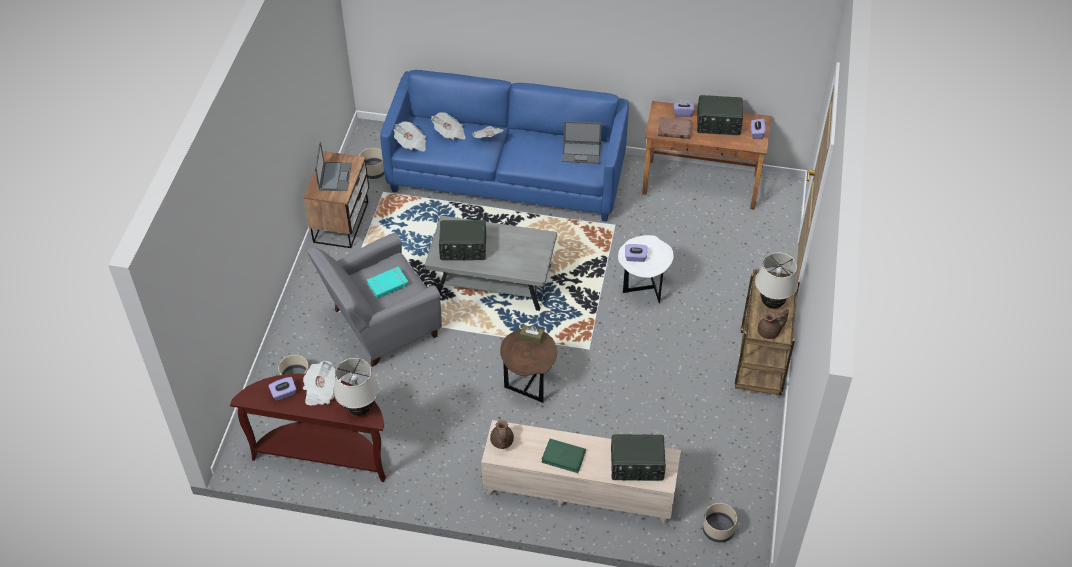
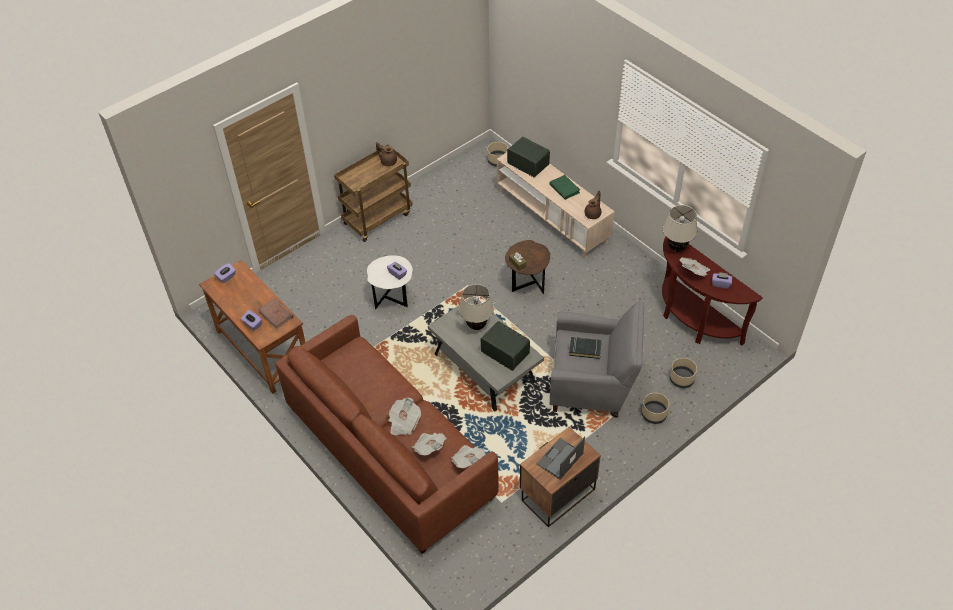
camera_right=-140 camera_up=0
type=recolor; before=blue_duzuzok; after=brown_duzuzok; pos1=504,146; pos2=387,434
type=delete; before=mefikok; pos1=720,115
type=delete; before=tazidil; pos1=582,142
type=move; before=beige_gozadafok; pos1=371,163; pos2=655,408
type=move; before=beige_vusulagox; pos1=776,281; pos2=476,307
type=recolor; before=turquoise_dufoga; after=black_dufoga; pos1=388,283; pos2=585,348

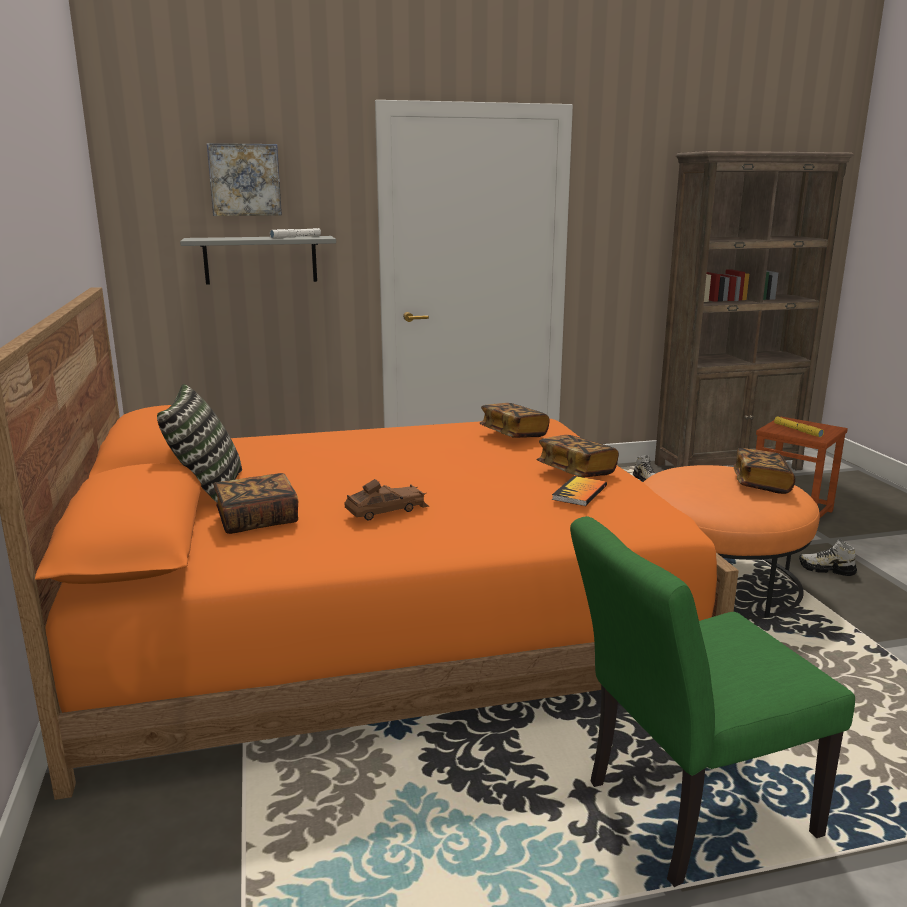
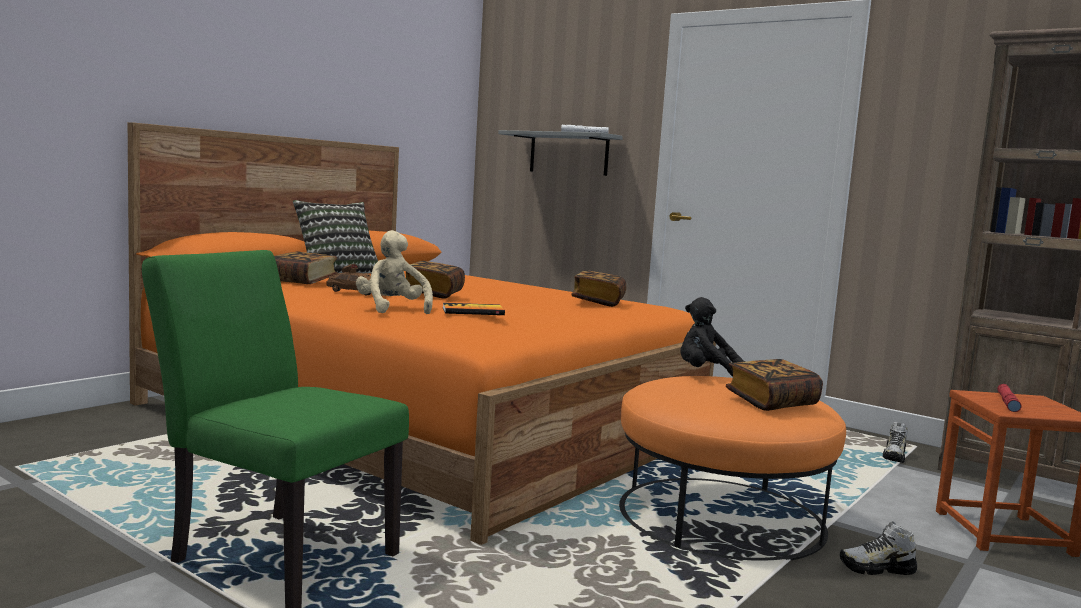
camera_right=50 camera_up=-10
type=delete; before=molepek; pos1=244,179
type=recolor; before=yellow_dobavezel; after=red_dobavezel; pos1=799,427; pos2=1009,398
type=move; before=dufoga; pos1=578,456; pos2=435,280
type=rotate; before=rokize; pos1=828,557; pos2=878,548; turn=-75
type=insert; after=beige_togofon; pos2=394,272
type=insert; after=black_togofon; pos2=713,337

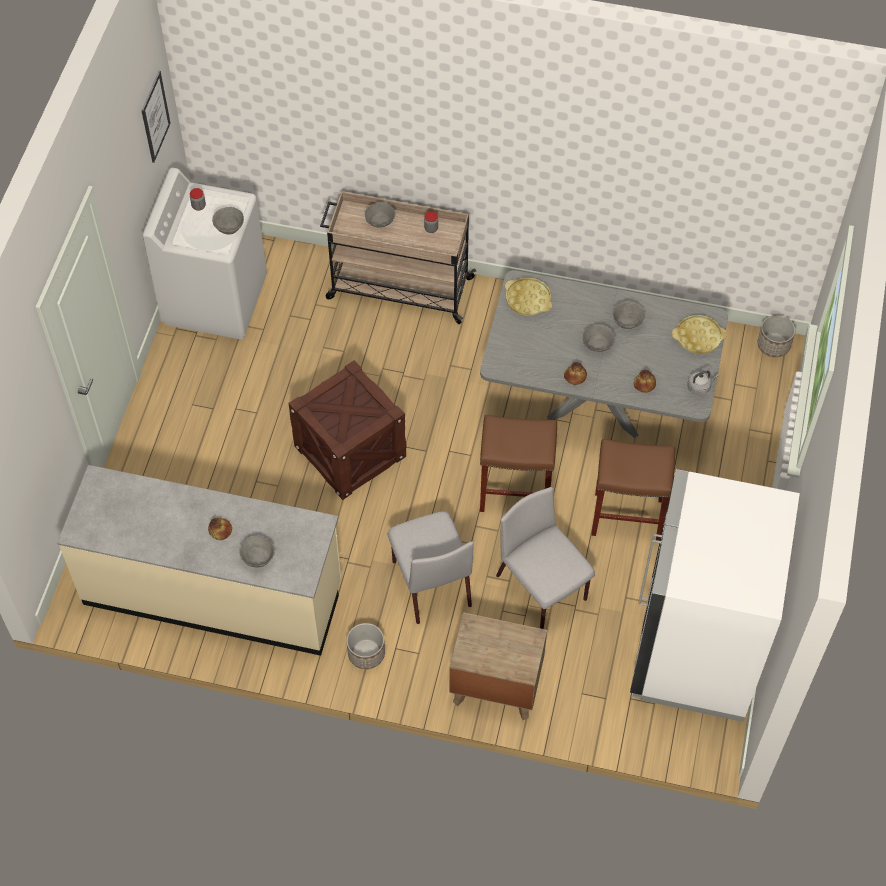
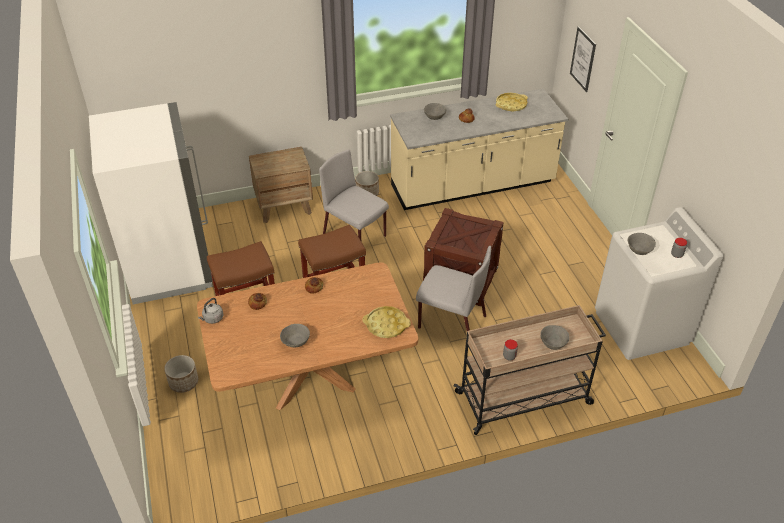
camera_right=150 camera_up=-15
type=move; before=molepek; pos1=156,117; pos2=583,59
type=recolor; before=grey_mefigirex; after=brown_mefigirex; pos1=604,354; pos2=307,336
type=move; before=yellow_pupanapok; pos1=699,334; pos2=512,102
type=move; before=gozadafok; pos1=776,336; pos2=181,374
type=delete; before=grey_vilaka; pos1=598,338
type=move; before=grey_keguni; pos1=545,558; pos2=453,288

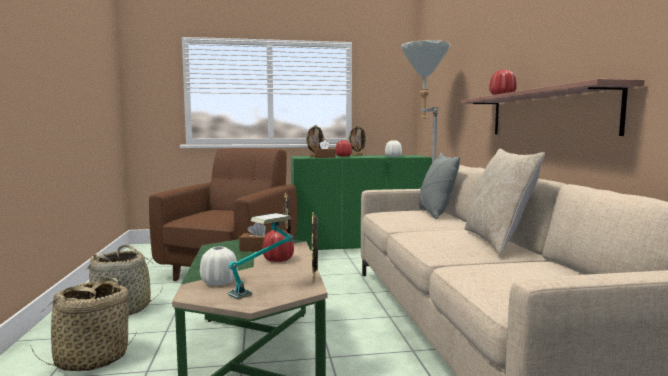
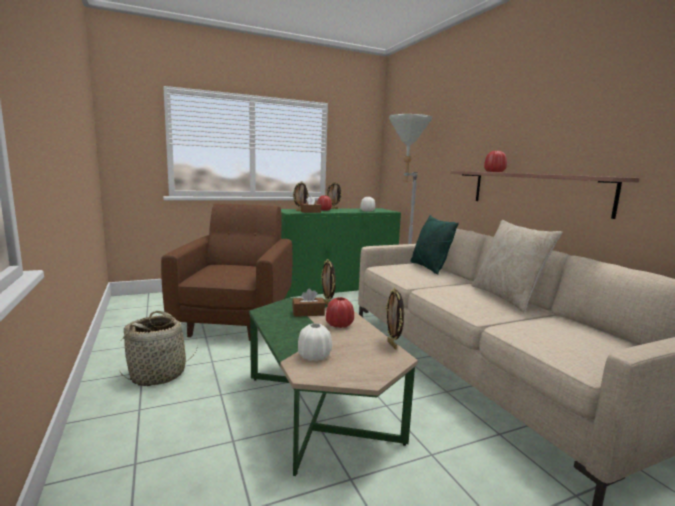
camera_right=-15 camera_up=5
type=recolor; before=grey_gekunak; after=green_gekunak; pos1=439,186; pos2=434,244
type=delete; before=vusulagox; pos1=261,256
type=delete; before=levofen; pos1=83,324

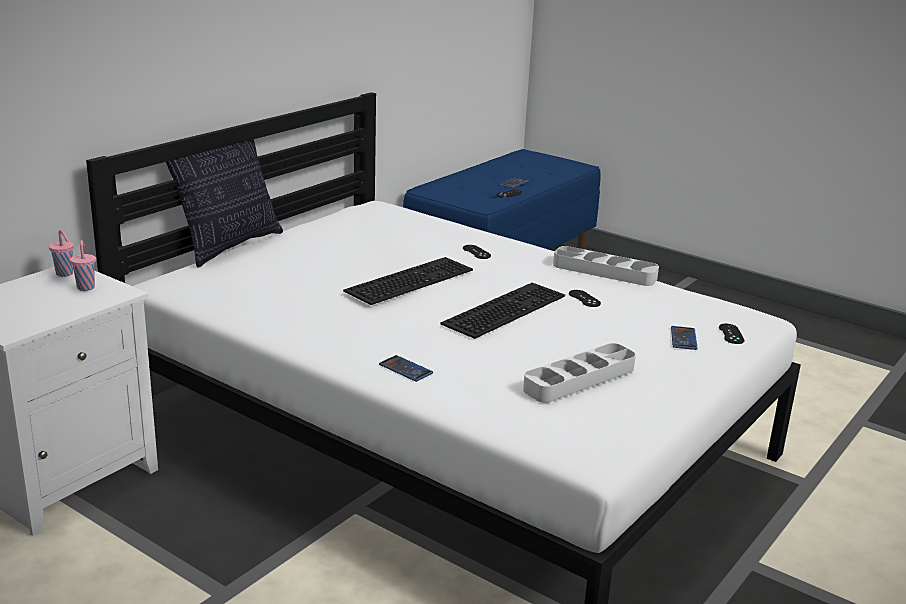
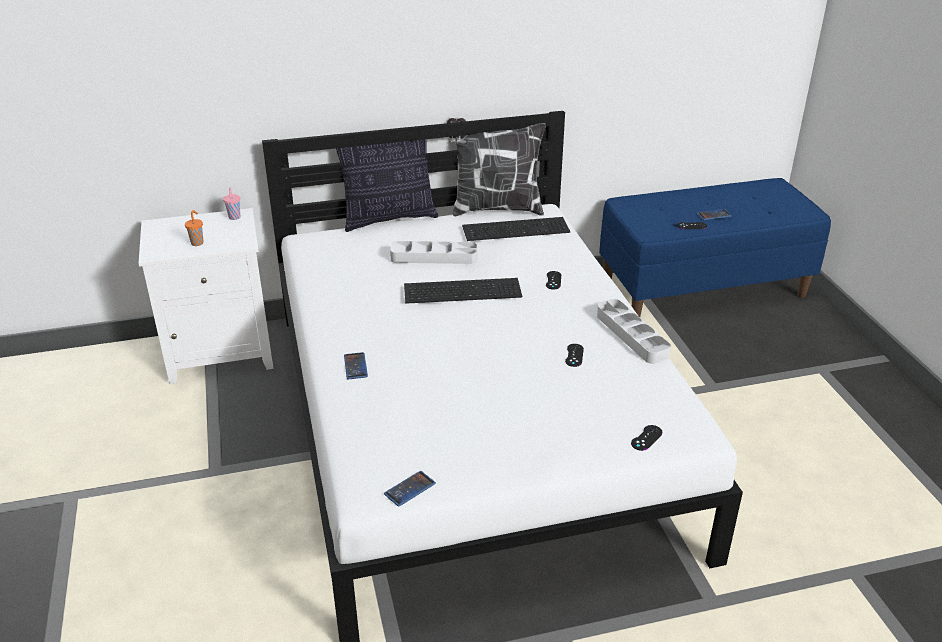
camera_right=40 camera_up=10
type=delete; before=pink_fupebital; pos1=83,265
type=move; before=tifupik; pos1=503,311; pos2=516,229
type=move; before=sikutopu; pos1=684,338; pos2=410,489
type=move; before=grey_pupanapok; pos1=579,373; pos2=433,252
type=insert; after=gekunak; pos2=496,167
type=insert; after=orange_fupebital; pos2=194,228

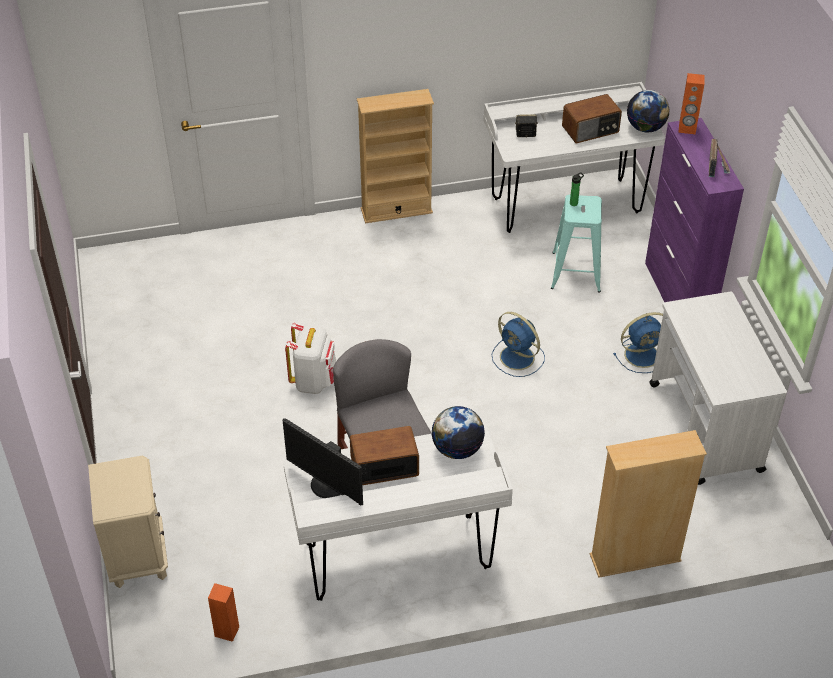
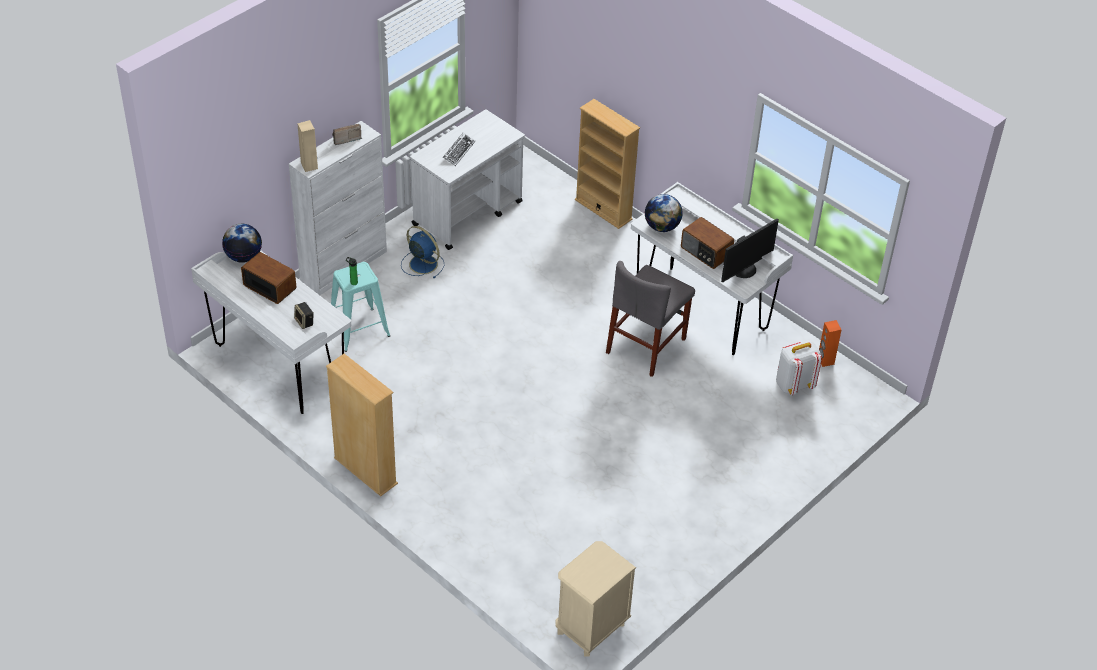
camera_right=-125 camera_up=0
type=recolor; before=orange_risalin; after=beige_risalin; pos1=691,103; pos2=307,146
type=recolor; before=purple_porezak; after=white_porezak; pos1=694,210; pos2=338,208
type=delete; before=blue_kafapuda; pos1=518,344
type=move; before=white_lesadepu; pos1=310,358; pos2=799,368
type=rotate; before=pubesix; pos1=323,462; pos2=750,250; turn=45
type=move; before=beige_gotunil; pos1=128,522; pos2=595,598
type=insert; after=tifupik; pos2=459,149

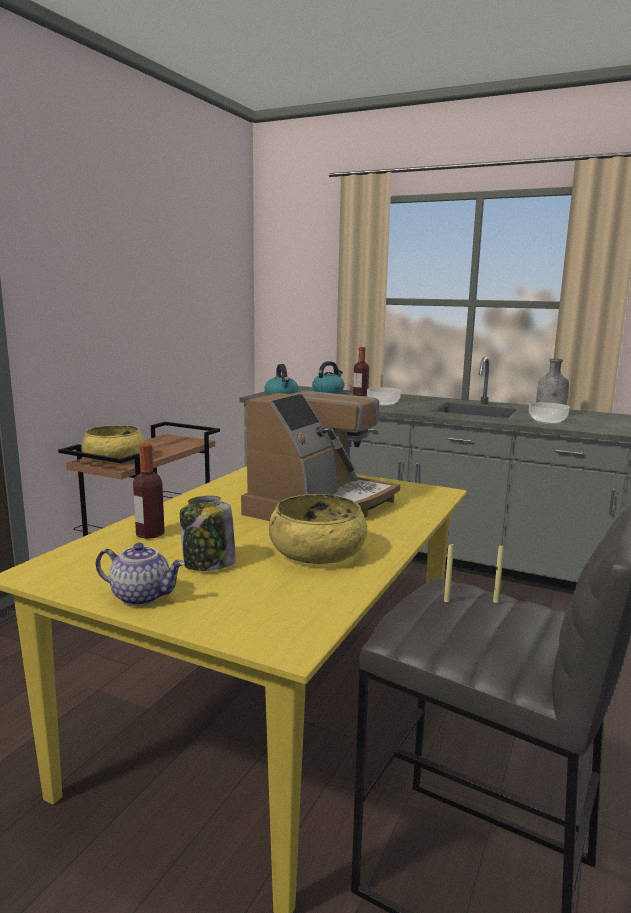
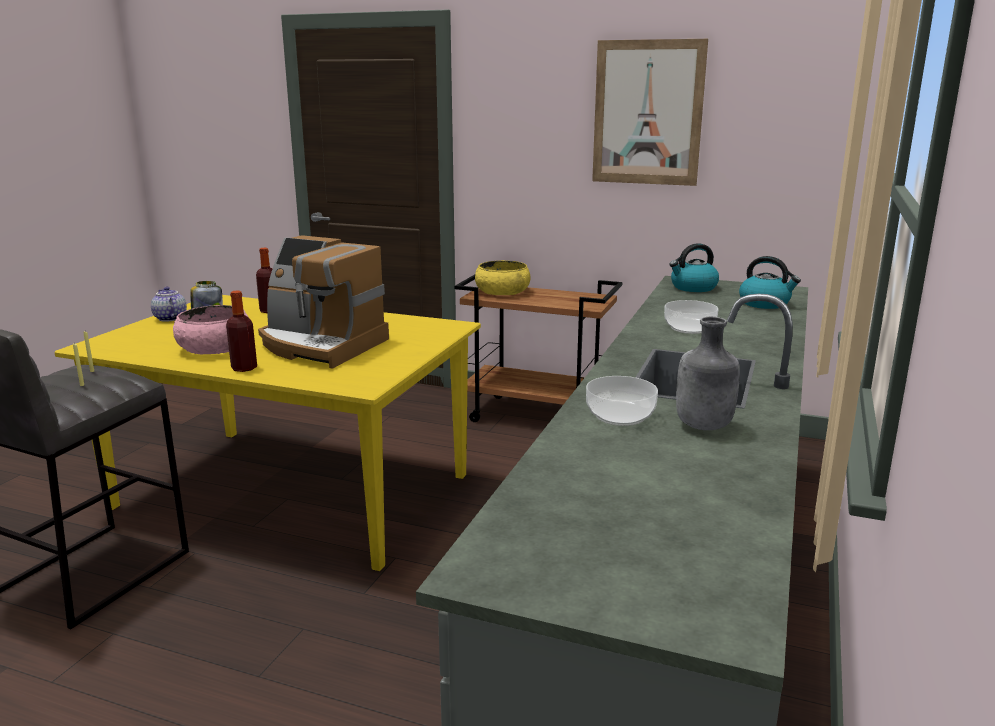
camera_right=85 camera_up=5
type=move; before=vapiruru; pos1=361,371; pos2=241,331
type=recolor; before=yellow_vilaka; after=pink_vilaka; pos1=318,529; pos2=211,329
type=rotate; before=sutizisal; pos1=140,574; pos2=169,304; turn=135
type=insert; after=molepek; pos2=650,112

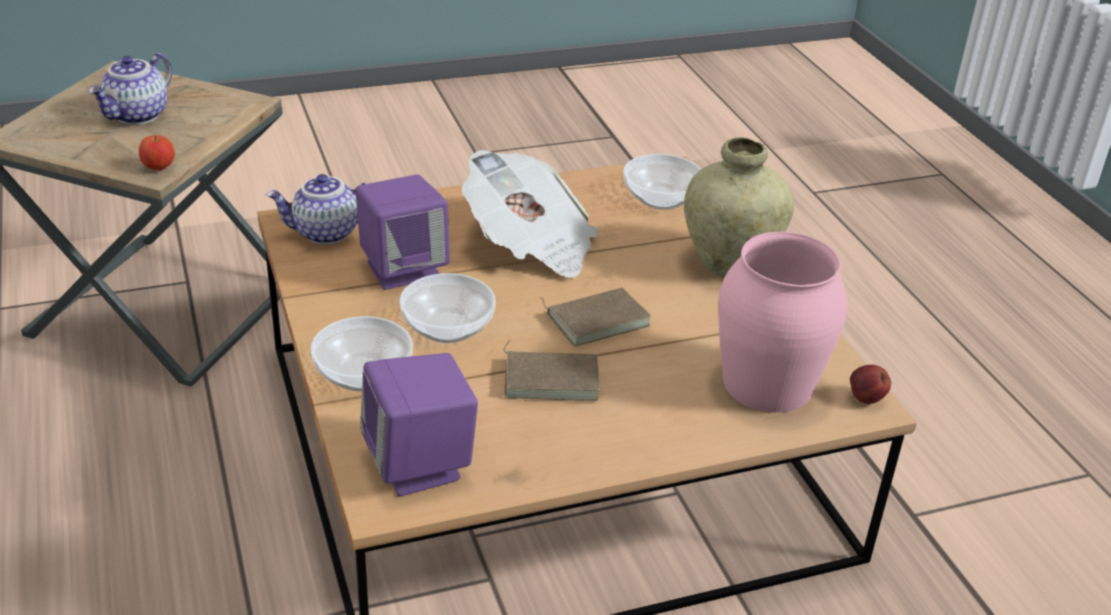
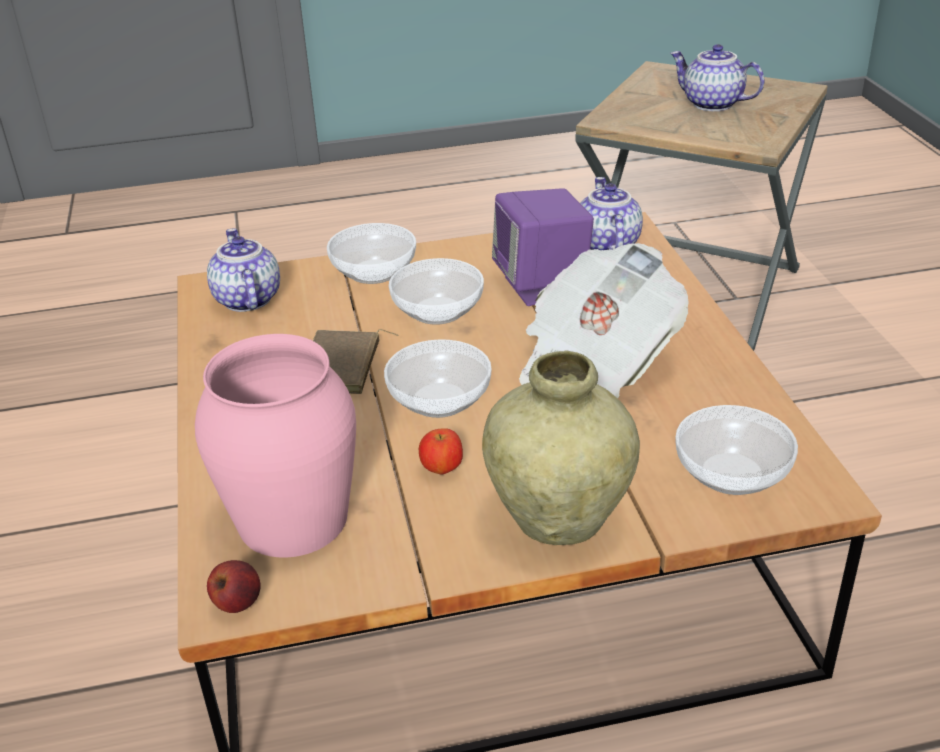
camera_right=100 camera_up=0
type=move; before=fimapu; pos1=157,152; pos2=441,451
type=replace; before=brown_dufoga; after=vilaka; pos1=595,317; pos2=438,378
type=replace; before=purple_risalin; after=sutizisal; pos1=419,425; pos2=243,270

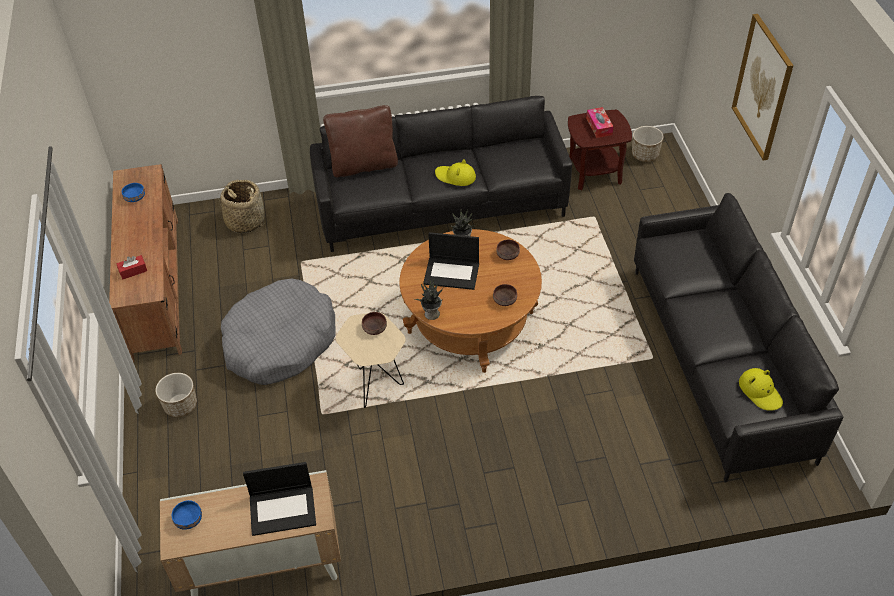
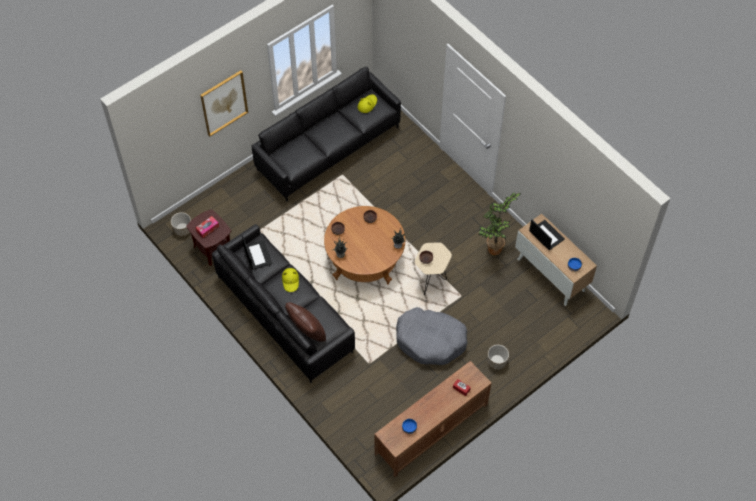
camera_right=-120 camera_up=10
type=delete; before=levofen; pos1=242,206
type=move; before=tazidil; pos1=451,261; pos2=257,252
type=insert; after=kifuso; pos2=500,224

